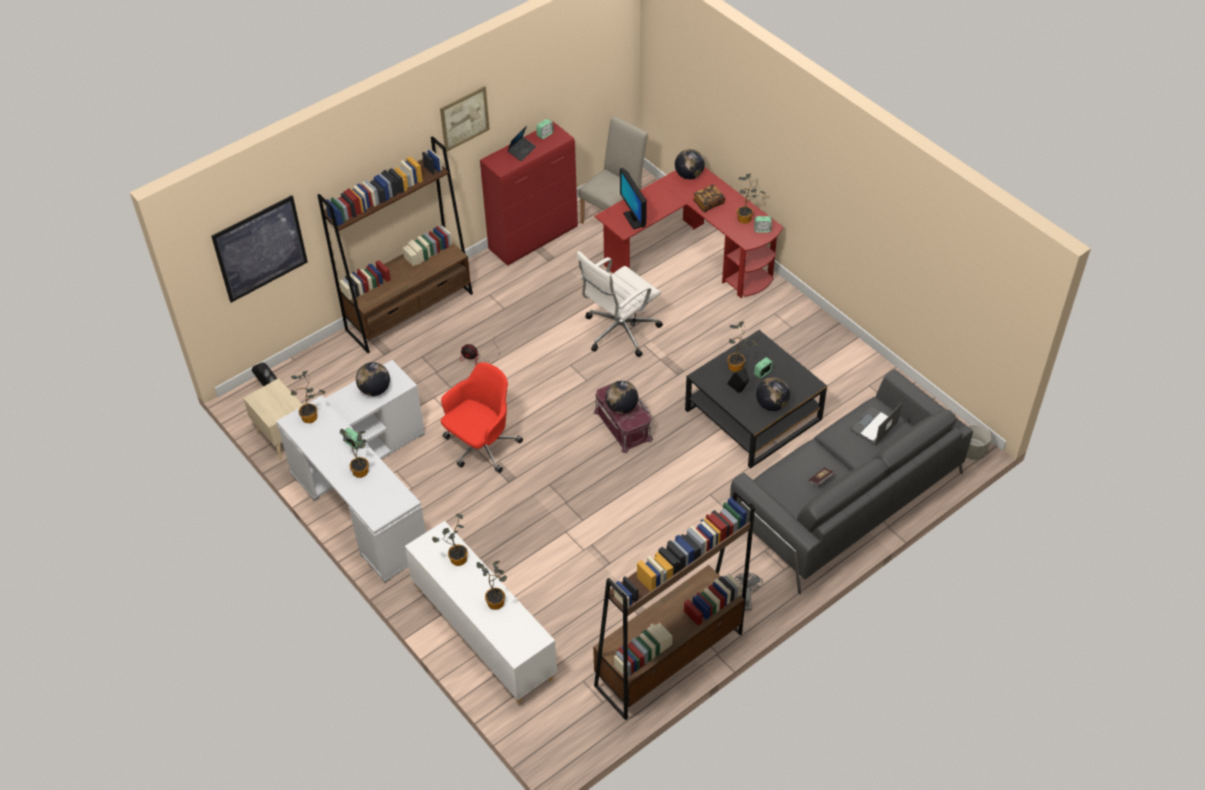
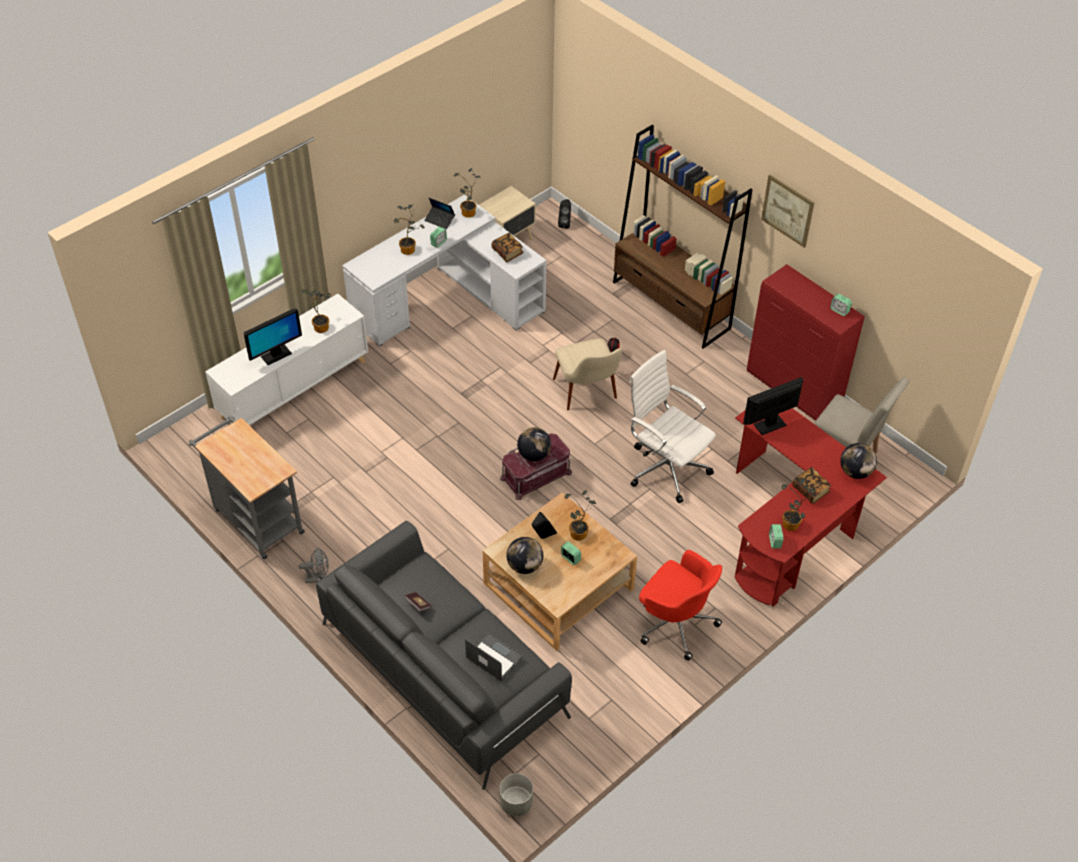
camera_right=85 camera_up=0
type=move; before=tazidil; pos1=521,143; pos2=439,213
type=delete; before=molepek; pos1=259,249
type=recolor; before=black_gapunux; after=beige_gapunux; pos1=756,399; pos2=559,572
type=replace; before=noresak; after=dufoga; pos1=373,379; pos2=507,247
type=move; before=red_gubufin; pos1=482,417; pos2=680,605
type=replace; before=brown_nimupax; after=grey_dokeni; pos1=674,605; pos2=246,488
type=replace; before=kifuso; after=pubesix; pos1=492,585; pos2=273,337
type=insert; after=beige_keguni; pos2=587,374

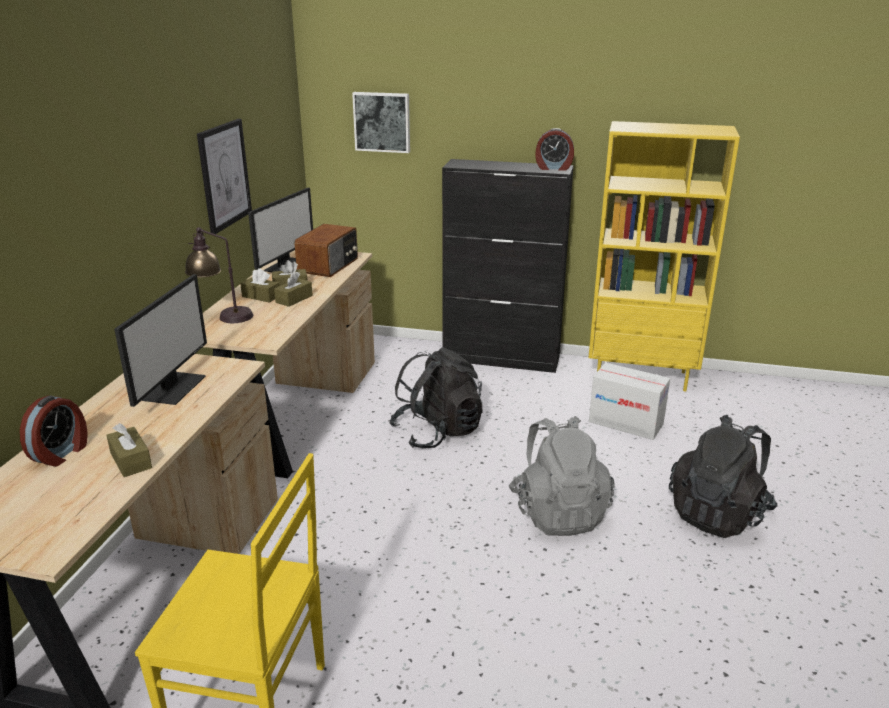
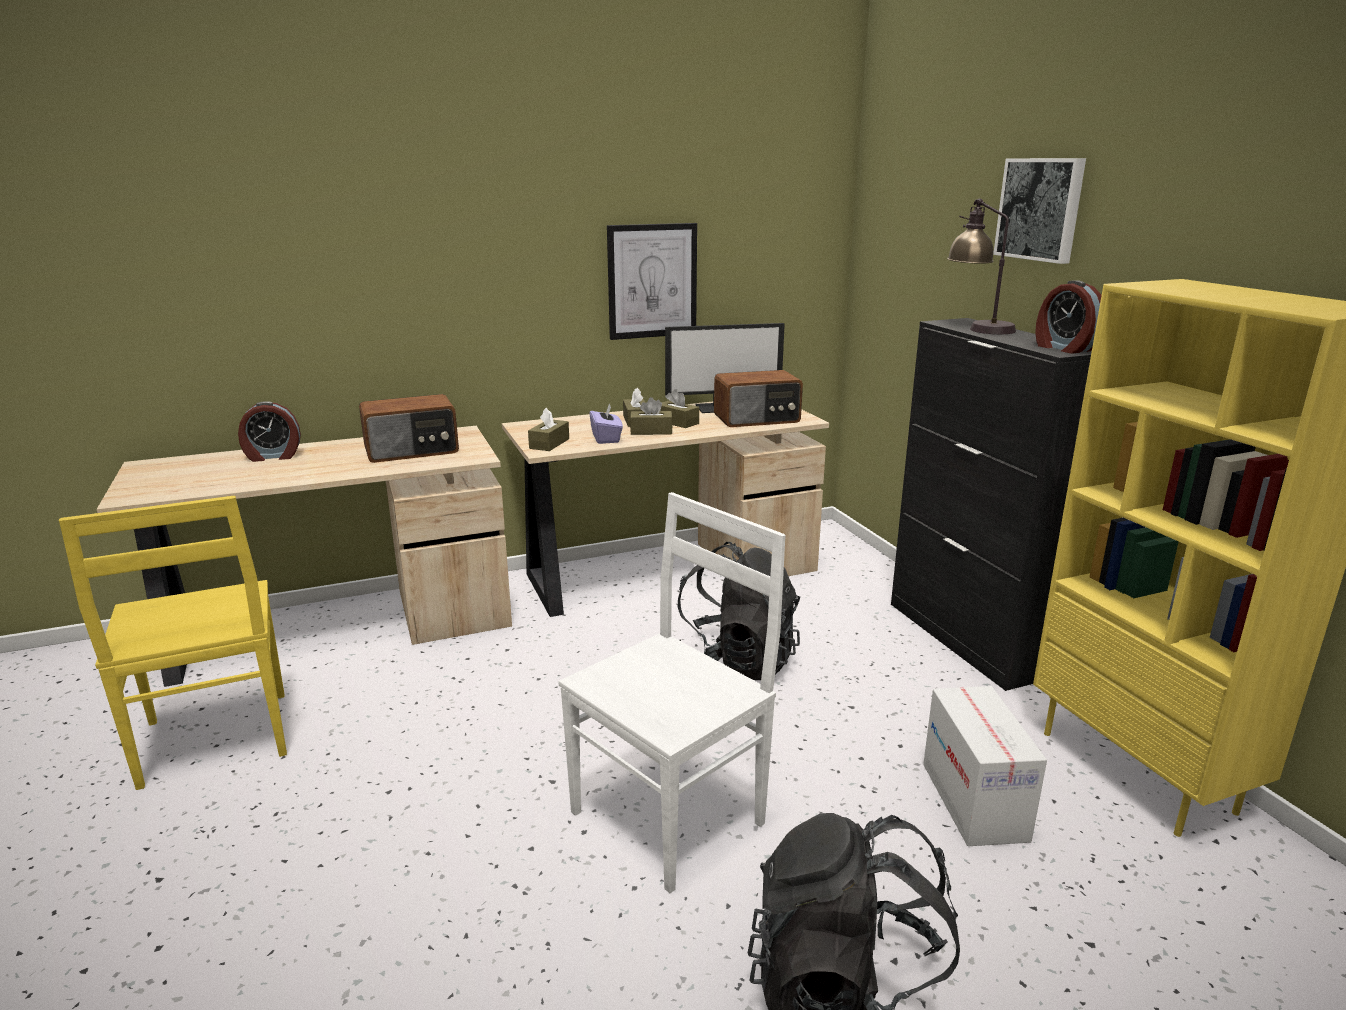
camera_right=55 camera_up=-5
type=move; before=molepek; pos1=381,122; pos2=1039,211
type=move; before=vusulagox; pos1=219,275; pos2=981,266
type=replace; before=pubesix; after=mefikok; pos1=160,340; pos2=409,428
type=replace; before=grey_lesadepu; after=white_keguni; pos1=562,476; pos2=672,692
type=move; before=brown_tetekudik; pos1=129,450; pos2=548,429
type=insert; after=purple_tetekudik; pos2=606,424

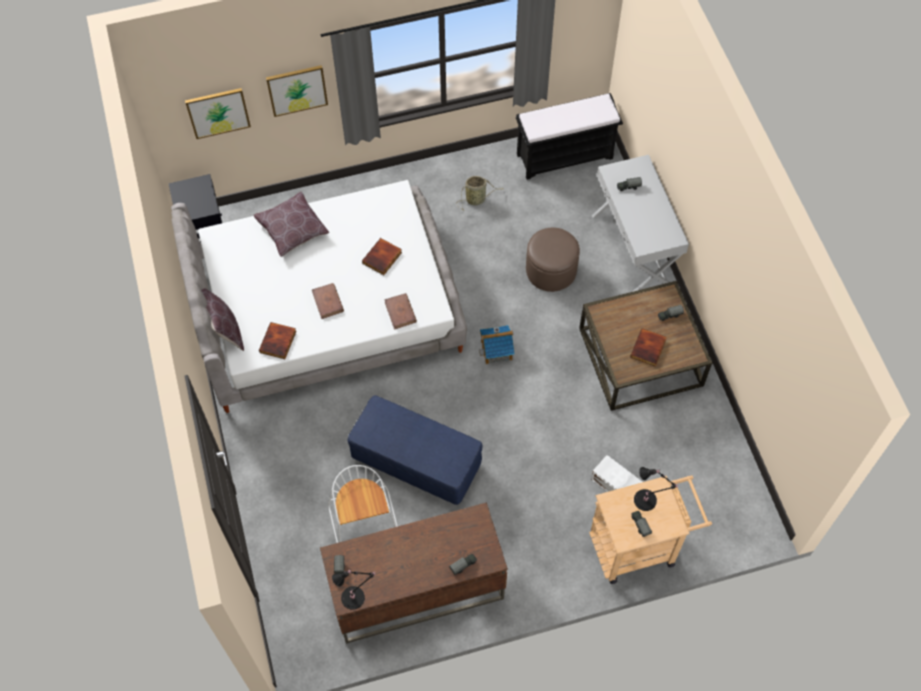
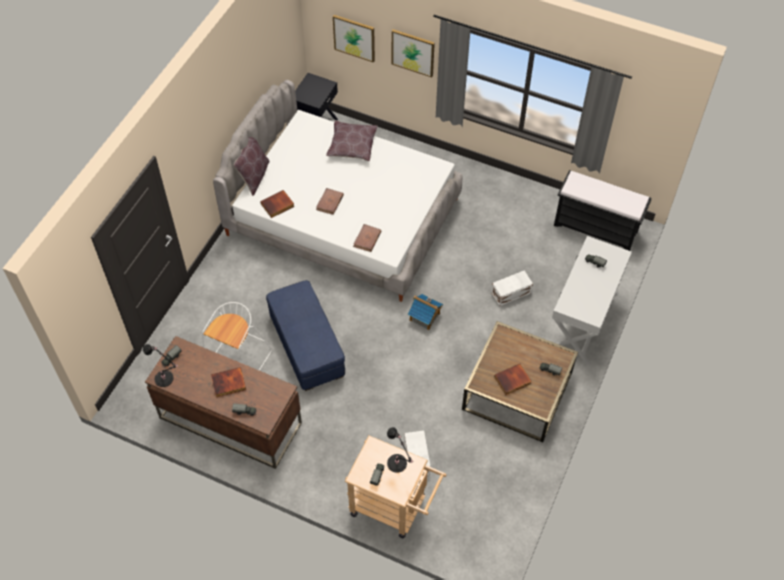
camera_right=40 camera_up=-5
type=delete; before=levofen; pos1=480,193
type=replace; before=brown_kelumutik; after=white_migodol; pos1=553,260; pos2=512,288
type=move; before=dufoga; pos1=382,256; pos2=228,382

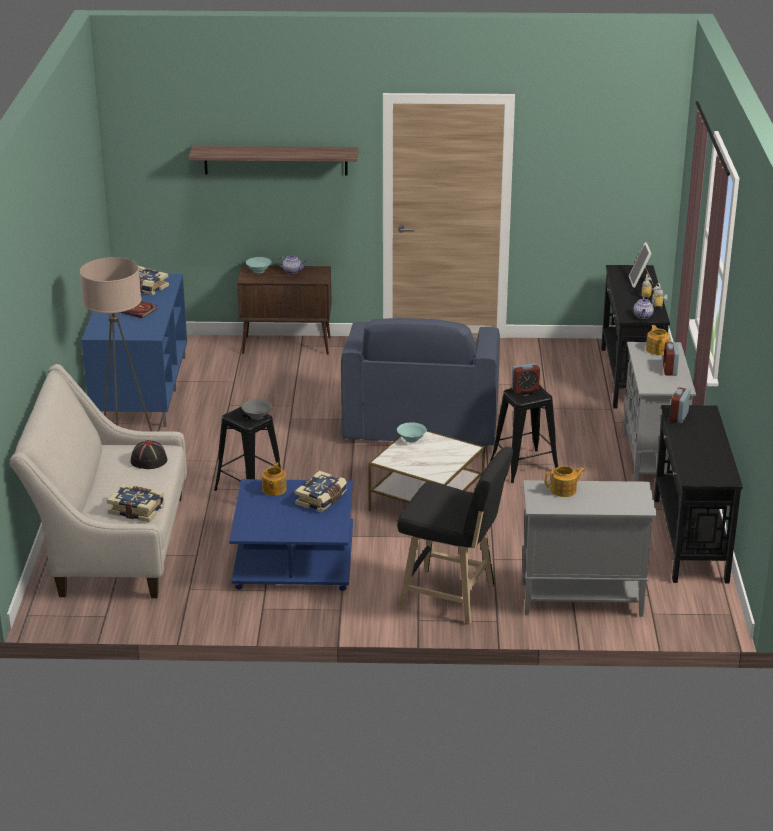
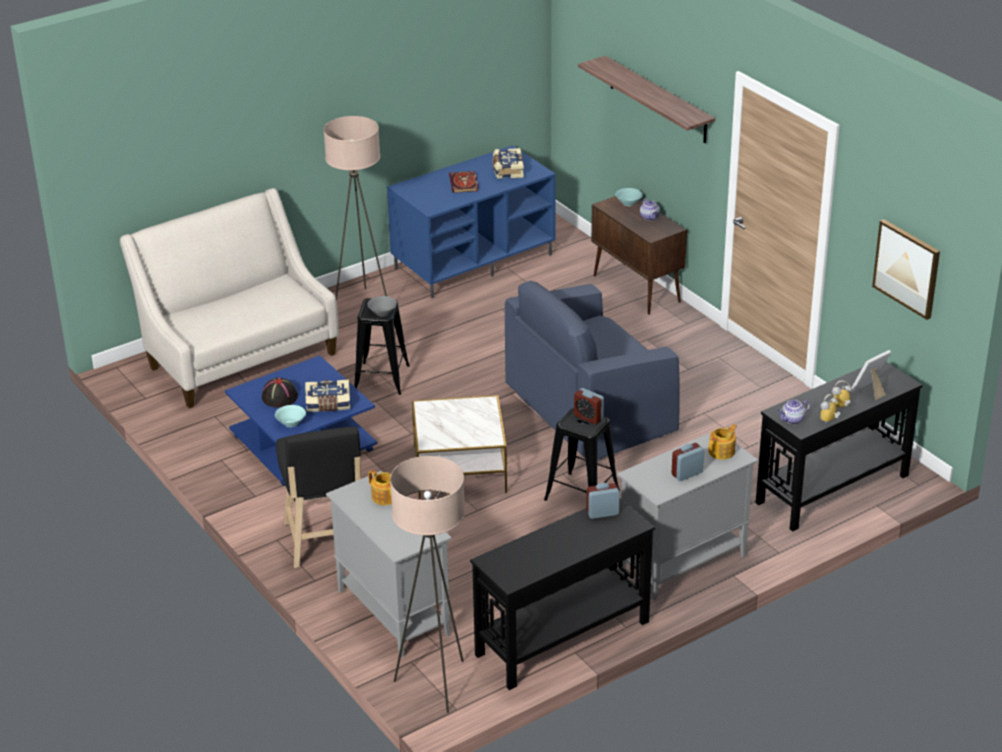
camera_right=55 camera_up=5
type=move; before=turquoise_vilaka; pos1=412,432; pos2=290,416
type=move; before=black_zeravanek; pos1=149,454; pos2=280,393
type=delete; before=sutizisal; pos1=274,479
type=delete; before=dufoga; pos1=136,503
type=insert; after=molepek; pos2=906,269
type=insert; after=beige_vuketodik; pos2=427,584

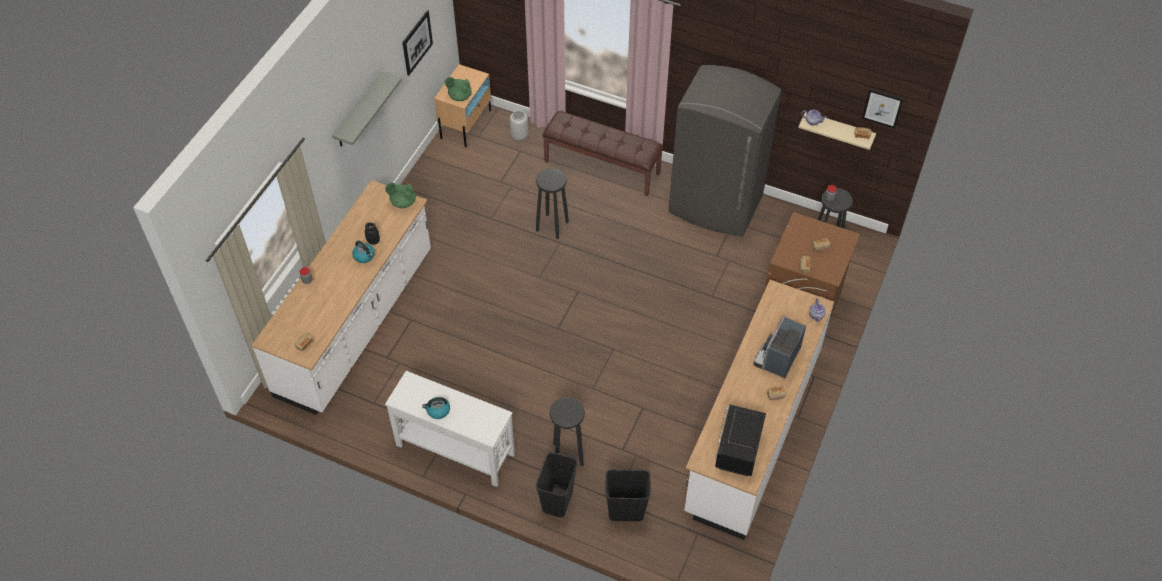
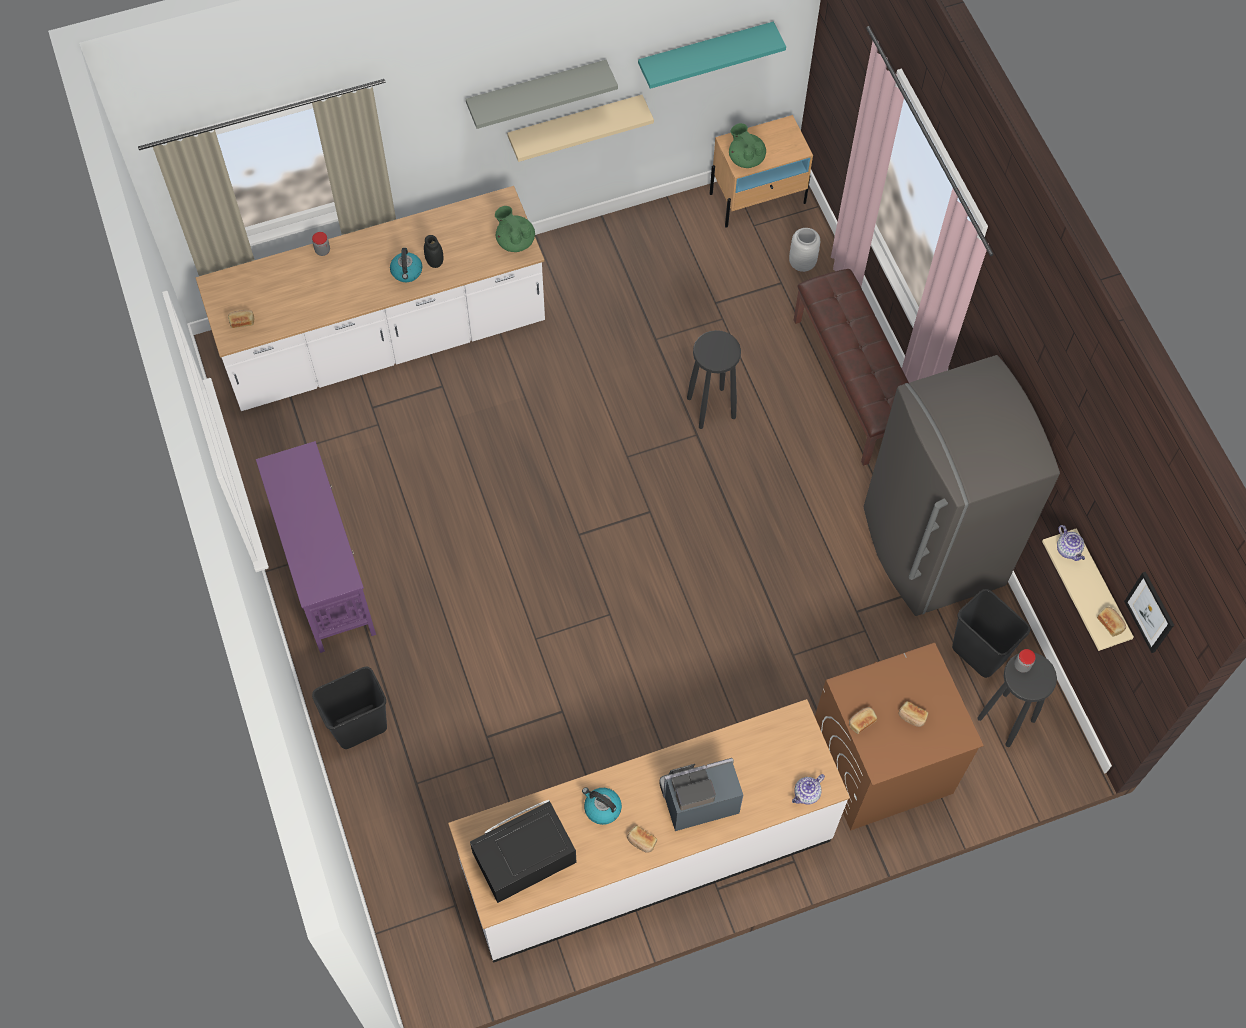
camera_right=45 camera_up=10
type=replace; before=molepek; after=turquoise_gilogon; pos1=417,43; pos2=712,55
type=recolor; before=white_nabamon; after=purple_nabamon; pos1=450,429; pos2=316,547
type=move; before=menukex; pos1=436,408; pos2=602,806
type=delete; before=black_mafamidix; pos1=567,431
type=move; before=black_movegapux; pos1=628,495; pos2=991,633
type=insert; after=beige_gilogon; pos2=580,128

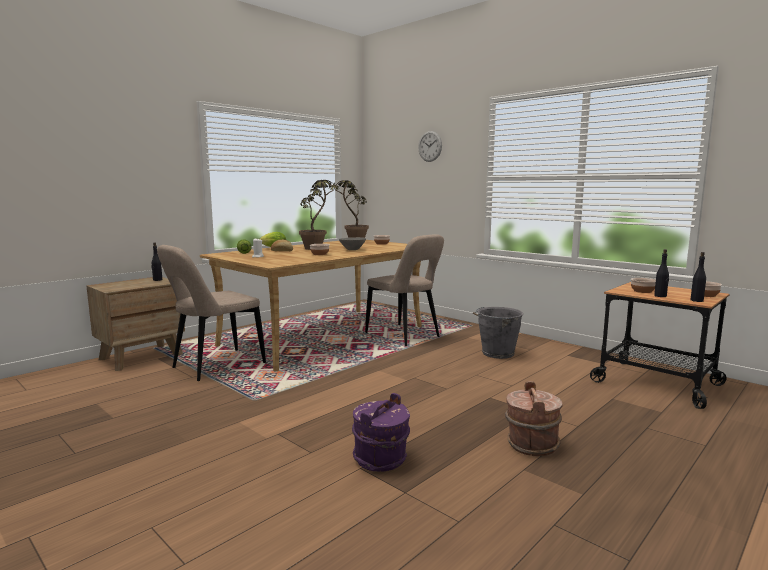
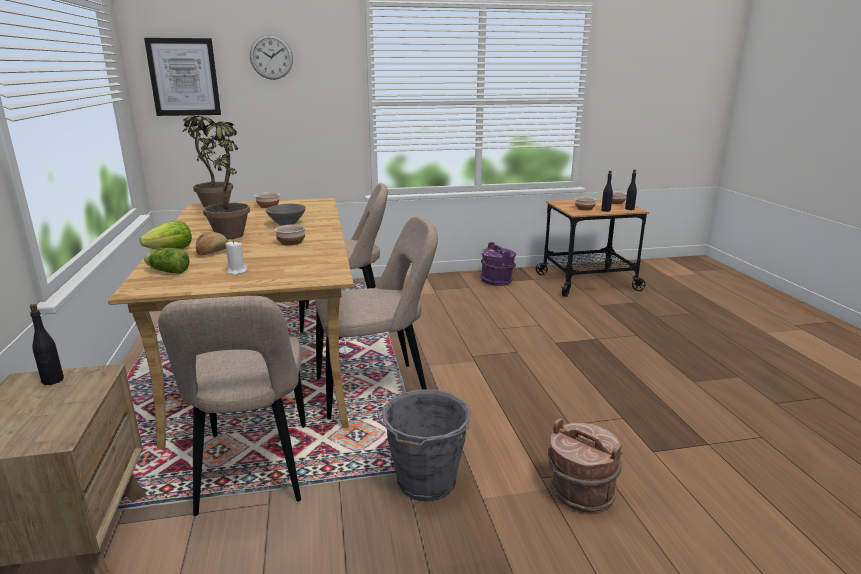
camera_right=-55 camera_up=10
type=move; before=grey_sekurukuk; pos1=498,333; pos2=423,446
type=move; before=brown_sekurukuk; pos1=534,418; pos2=585,465
type=move; before=purple_sekurukuk; pos1=381,432; pos2=498,264
type=insert; after=molepek; pos2=182,77
type=insert; after=beige_keguni; pos2=376,317

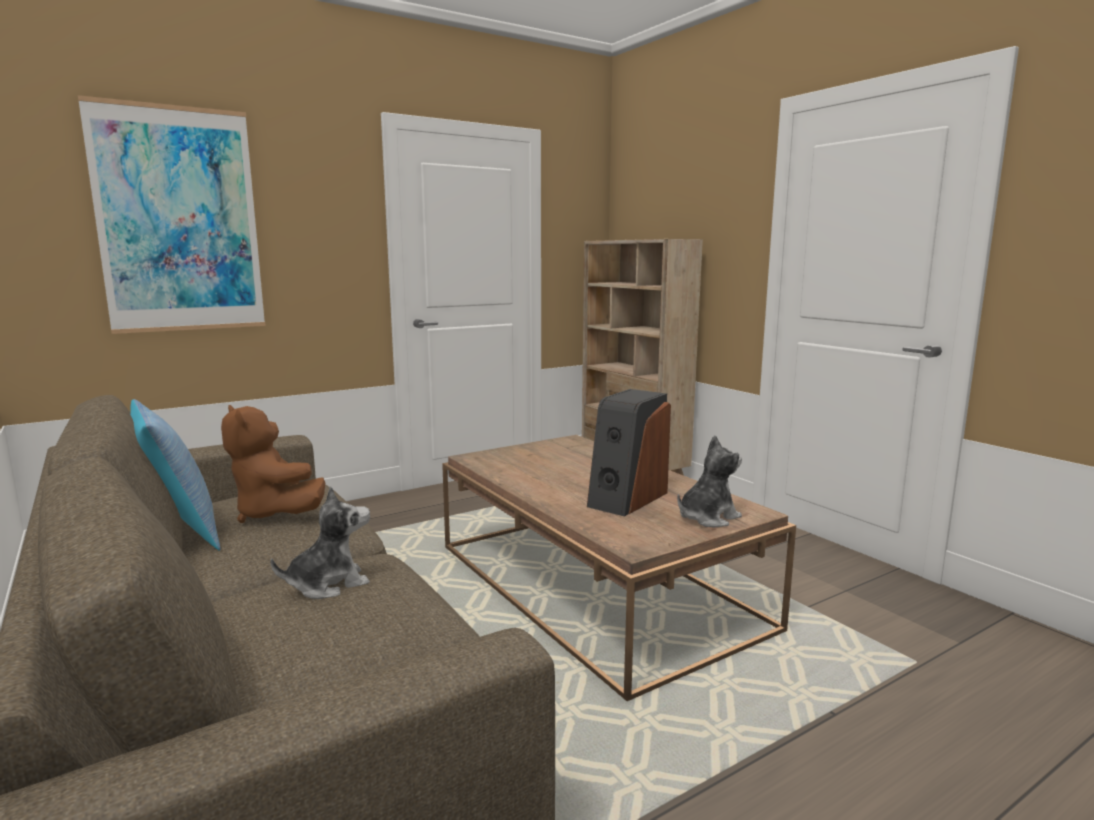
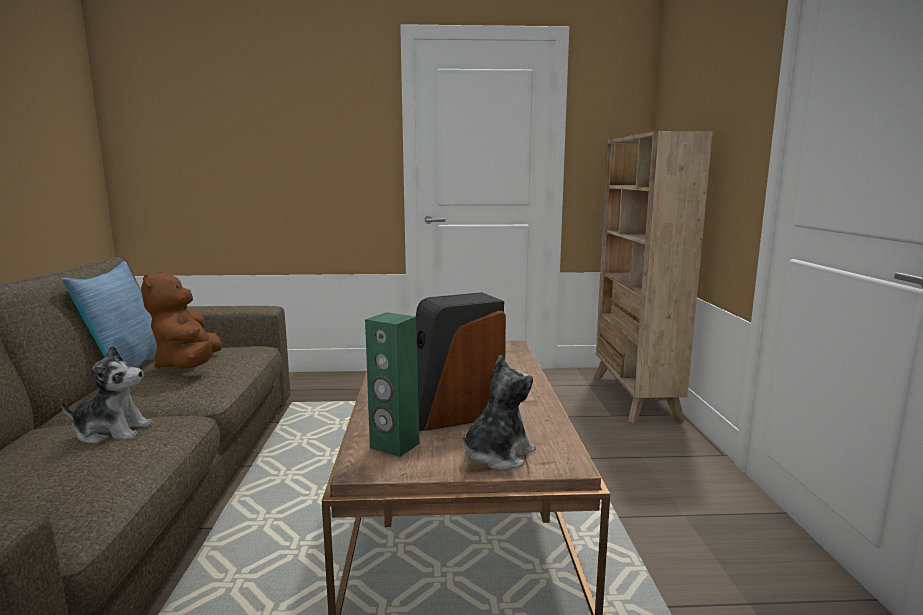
camera_right=30 camera_up=0
type=delete; before=molepek; pos1=172,214
type=rotate; before=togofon; pos1=709,481; pos2=499,412; turn=-45
type=insert; after=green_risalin; pos2=392,384

